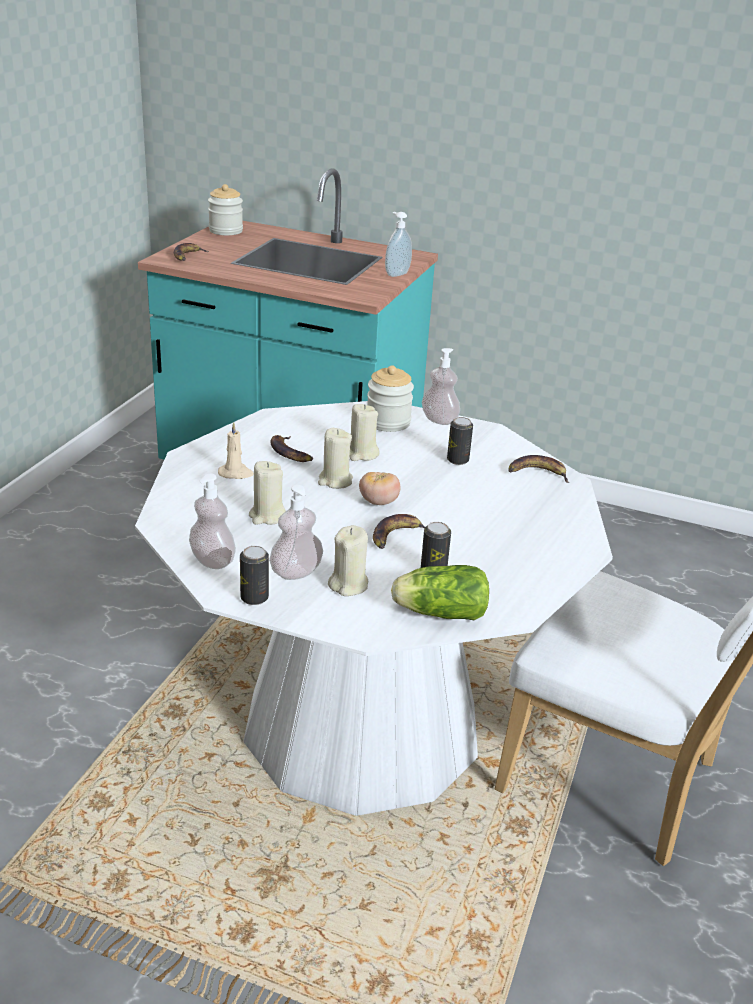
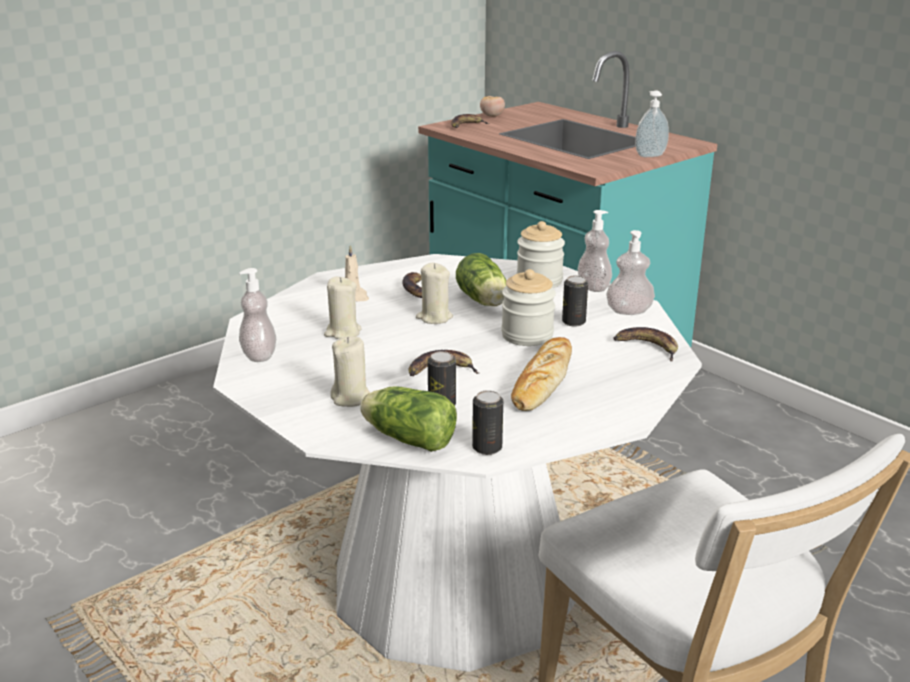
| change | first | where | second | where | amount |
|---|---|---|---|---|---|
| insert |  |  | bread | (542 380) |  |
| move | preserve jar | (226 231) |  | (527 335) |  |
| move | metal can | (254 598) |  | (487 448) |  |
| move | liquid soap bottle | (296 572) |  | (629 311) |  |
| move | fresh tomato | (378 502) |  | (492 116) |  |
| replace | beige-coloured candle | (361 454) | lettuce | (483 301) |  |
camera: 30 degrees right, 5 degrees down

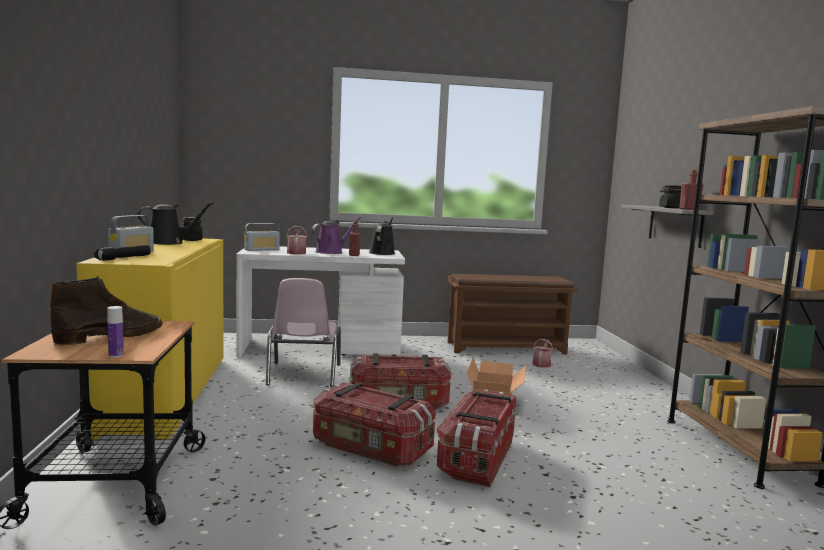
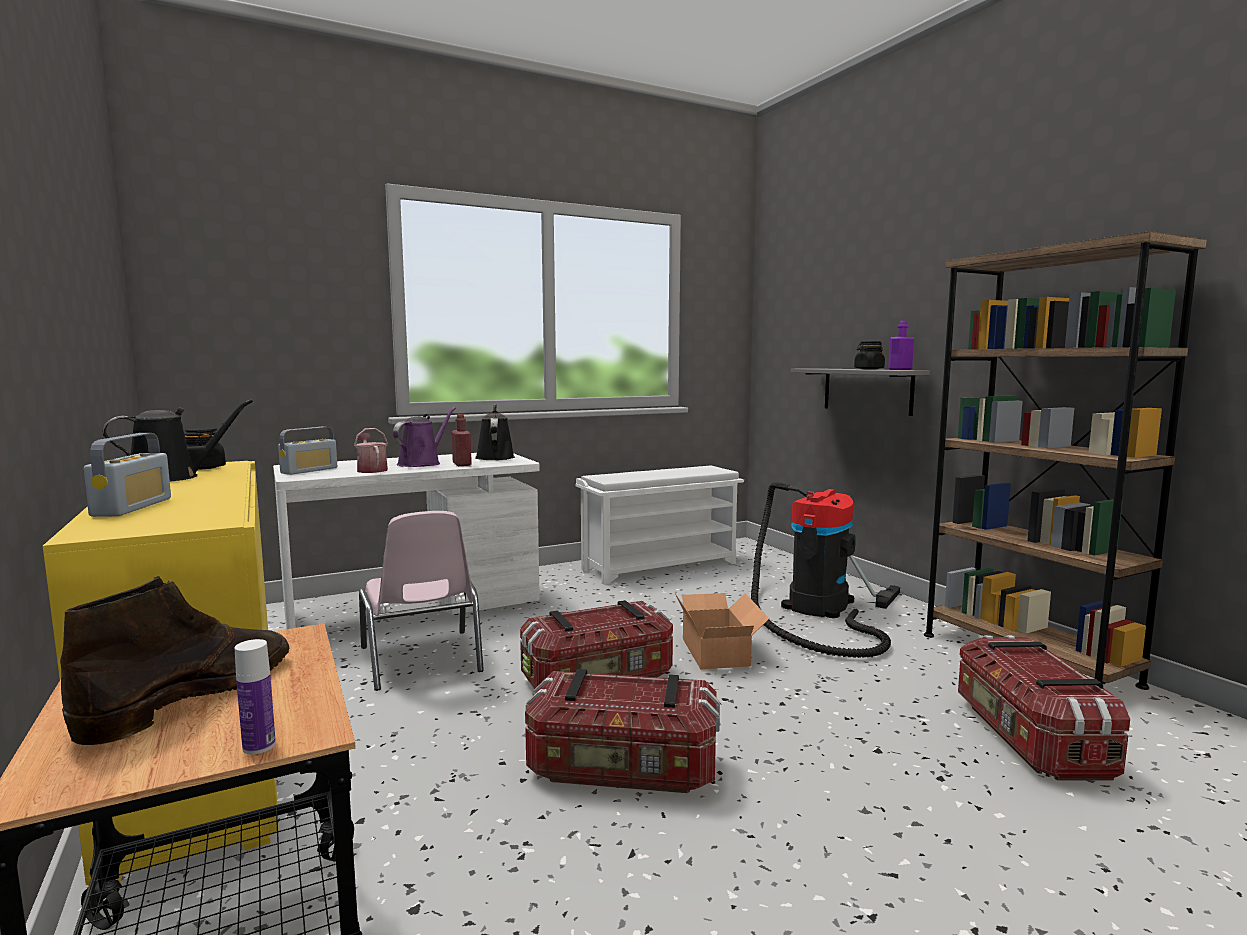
| change | first | where | second | where | amount |
|---|---|---|---|---|---|
| delete | black flashlight | (124 258) |  |  |  |
| delete | sprinkling can | (541 364) |  |  |  |
| insert |  |  | vacuum | (817 608) |  |
| move | storage box | (477 458) |  | (1028 737) |  |
| recolor | brown-coloured shoe shelf | (507 348) | white shoe shelf | (660 566) |  |
| recolor | red-coloured drink bottle | (689 209) | purple drink bottle | (900 369) |  |
camera: 20 degrees left, 0 degrees up

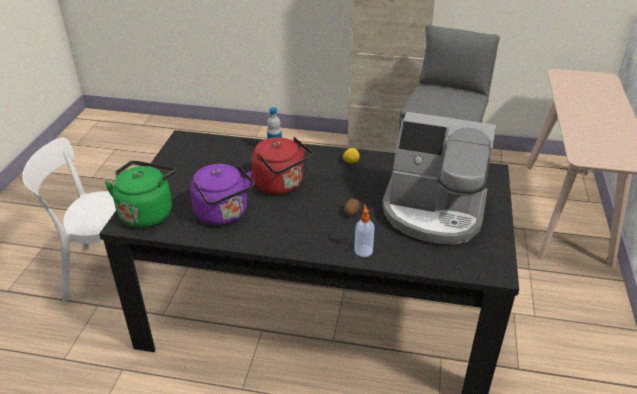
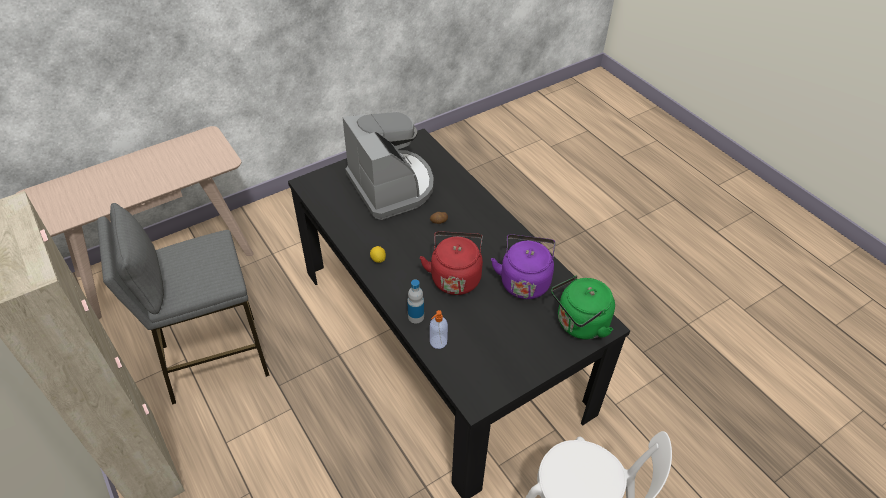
| change | first | where | second | where | amount |
|---|---|---|---|---|---|
| move | liquid soap bottle | (363 250) |  | (438 342) |  |
camera: 135 degrees left, 10 degrees up

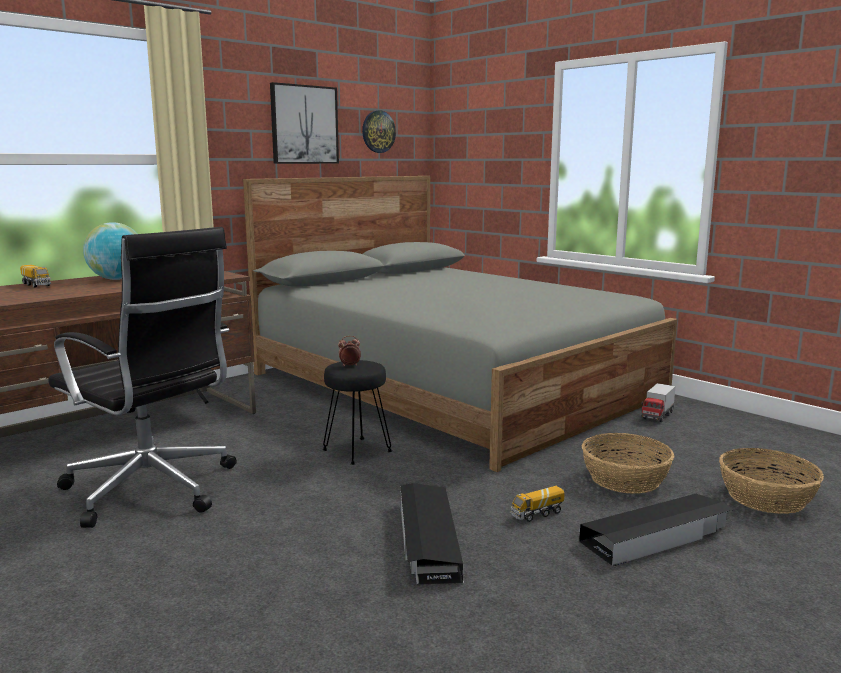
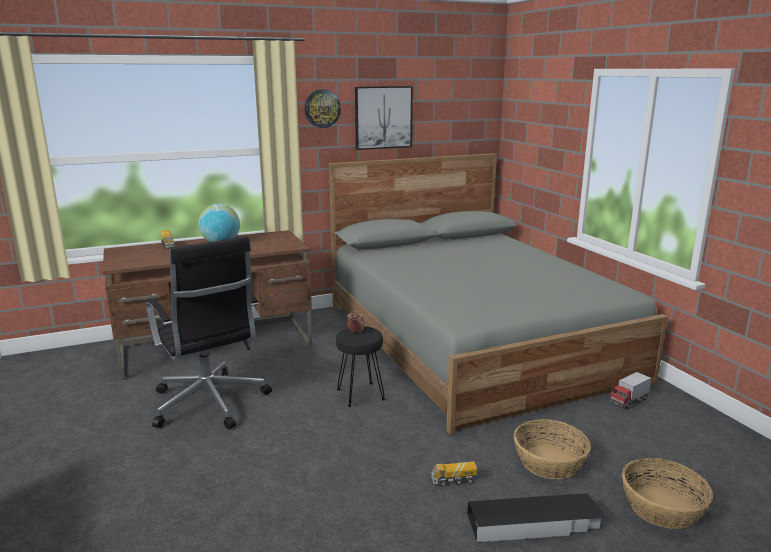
| change | first | where | second | where | amount |
|---|---|---|---|---|---|
| delete | black storage box | (428 540) |  |  |  |
| move | wall clock | (378 131) |  | (322 108) |  |
camera: 20 degrees right, 5 degrees up

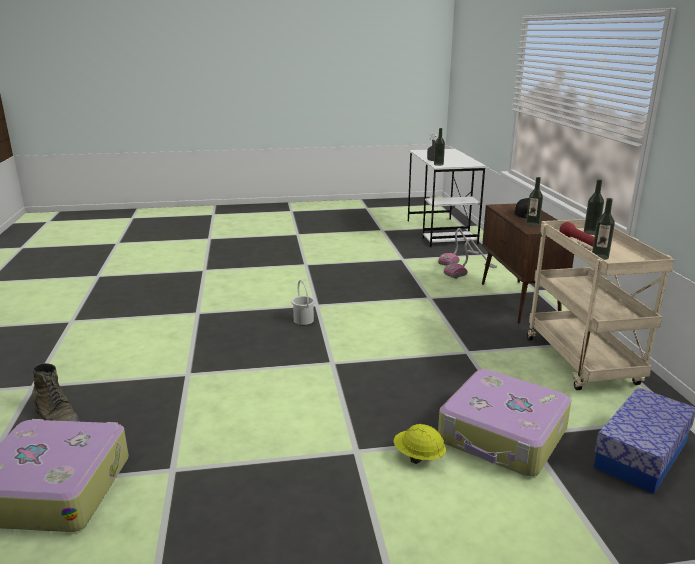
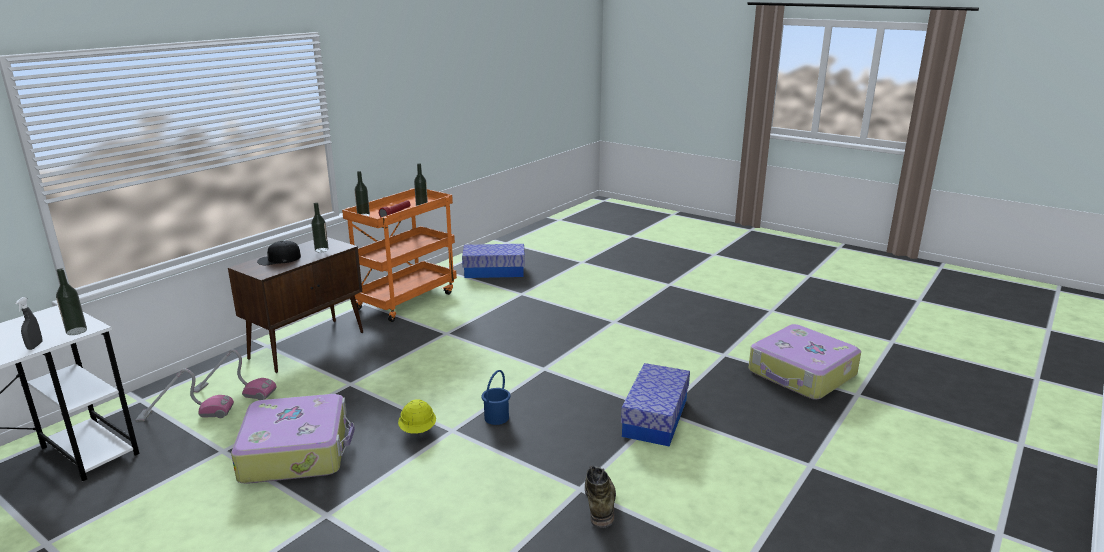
| change | first | where | second | where | amount |
|---|---|---|---|---|---|
| insert |  |  | storage box | (655 418) |  |
| move | green high-top boot | (56 417) |  | (599 501) |  |
| move | yellow-coloured hard hat | (418 456) |  | (418 430) |  |
| move | travel case | (503 436) |  | (296 451) |  |
| recolor | white pail | (303 320) | blue pail | (497 418) |  |
| recolor | beige-coloured cart | (583 362) | orange cart | (406 300) |  |
camera: 135 degrees left, 0 degrees up

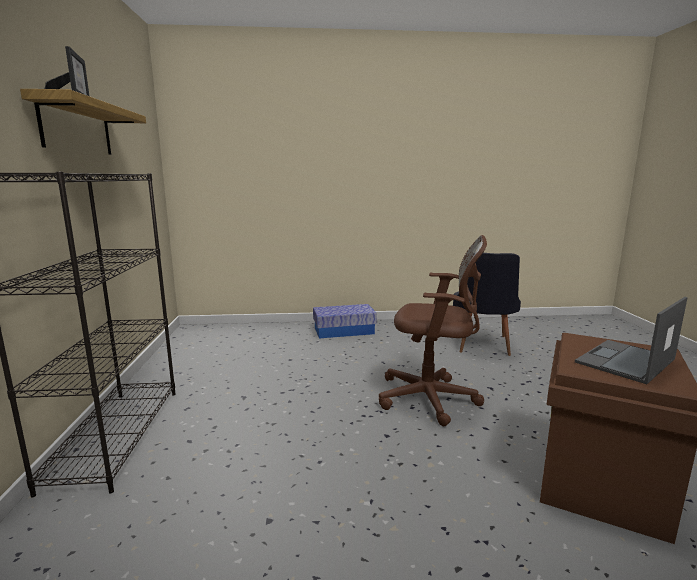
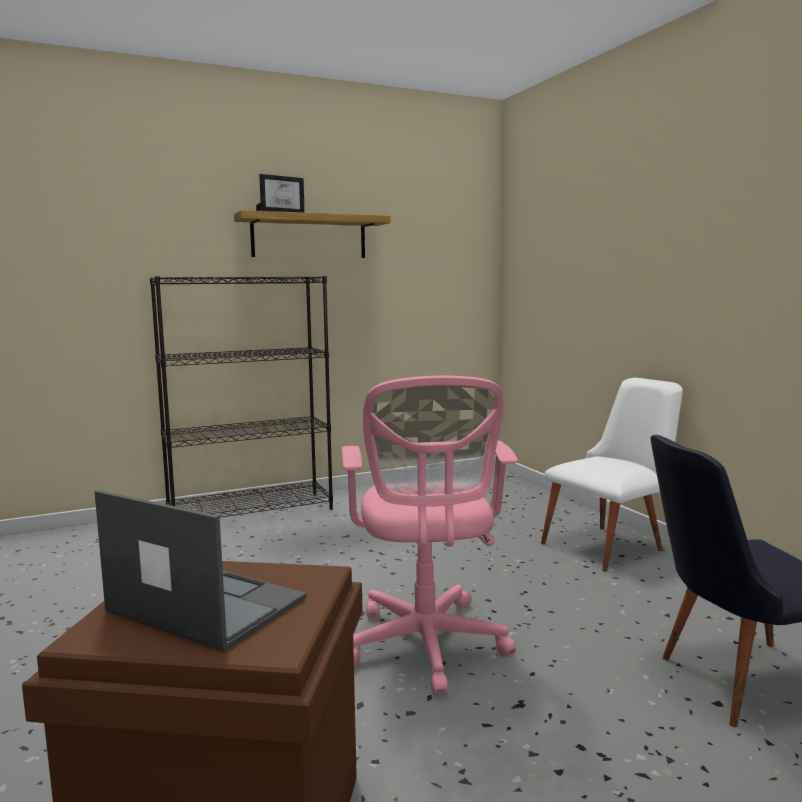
| change | first | where | second | where | amount |
|---|---|---|---|---|---|
| replace | storage box | (344 331) | white chair | (611 545) |  |
| recolor | brown-coloured desk chair | (432 399) | pinkish desk chair | (426 647) |  |
camera: 70 degrees right, 5 degrees down

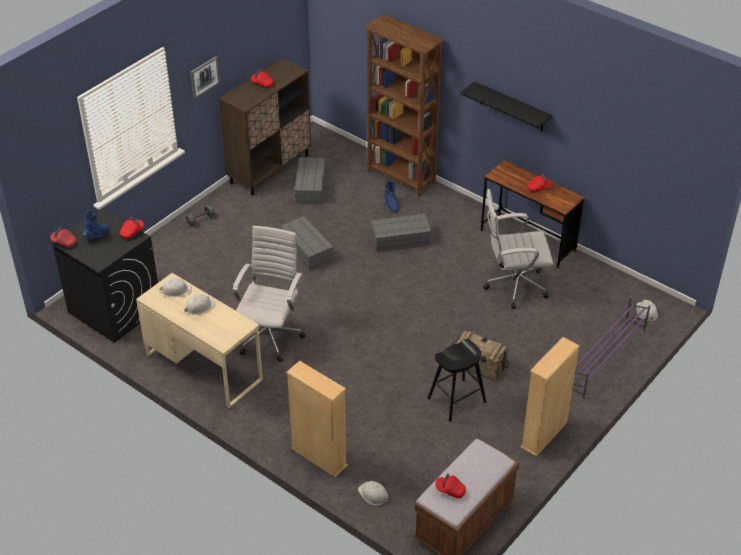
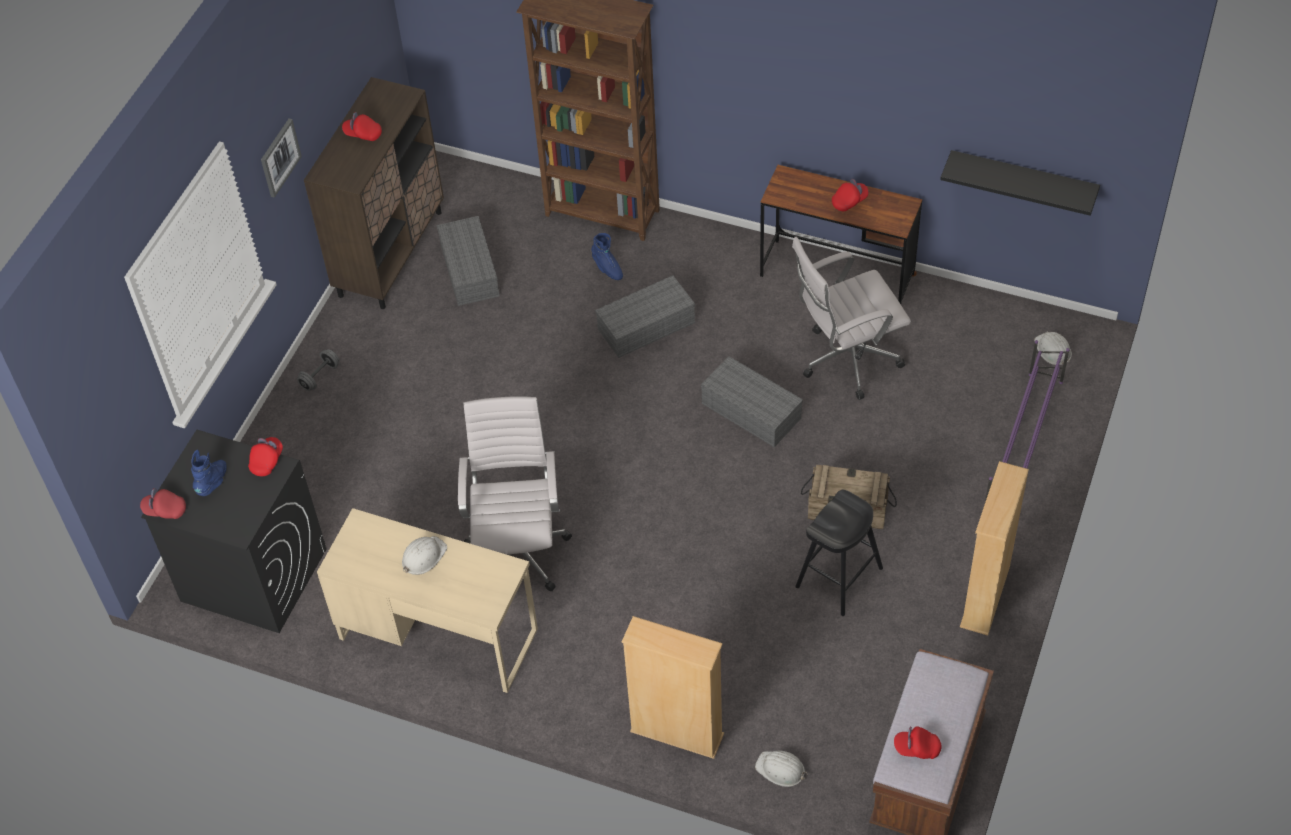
| change | first | where | second | where | amount |
|---|---|---|---|---|---|
| delete | white hard hat | (176 290) |  |  |  |
| move | greyish storage box | (306 250) |  | (749 411) |  |
| move | black wall shelf | (511 107) |  | (1023 180) |  |
camera: 15 degrees left, 10 degrees up

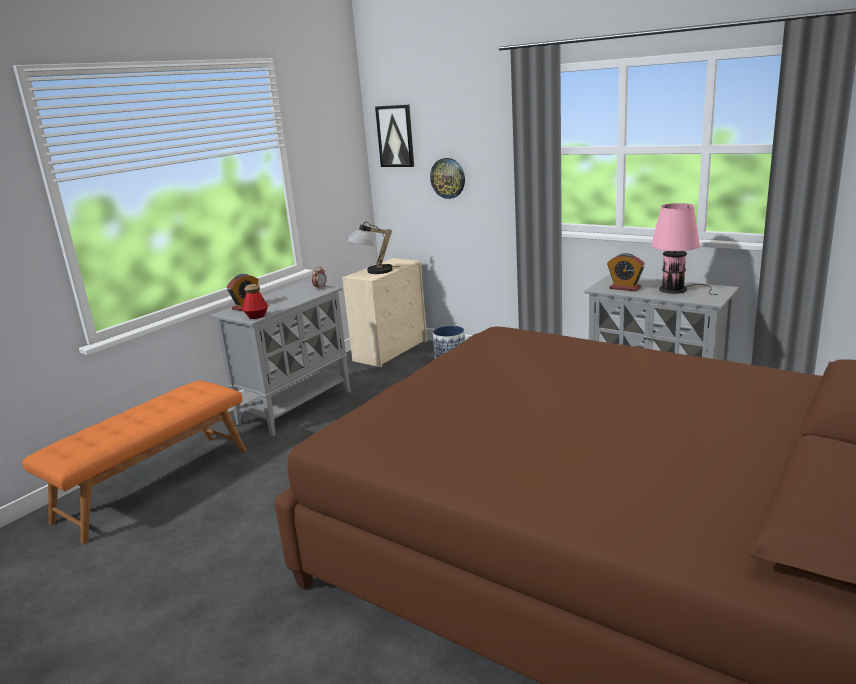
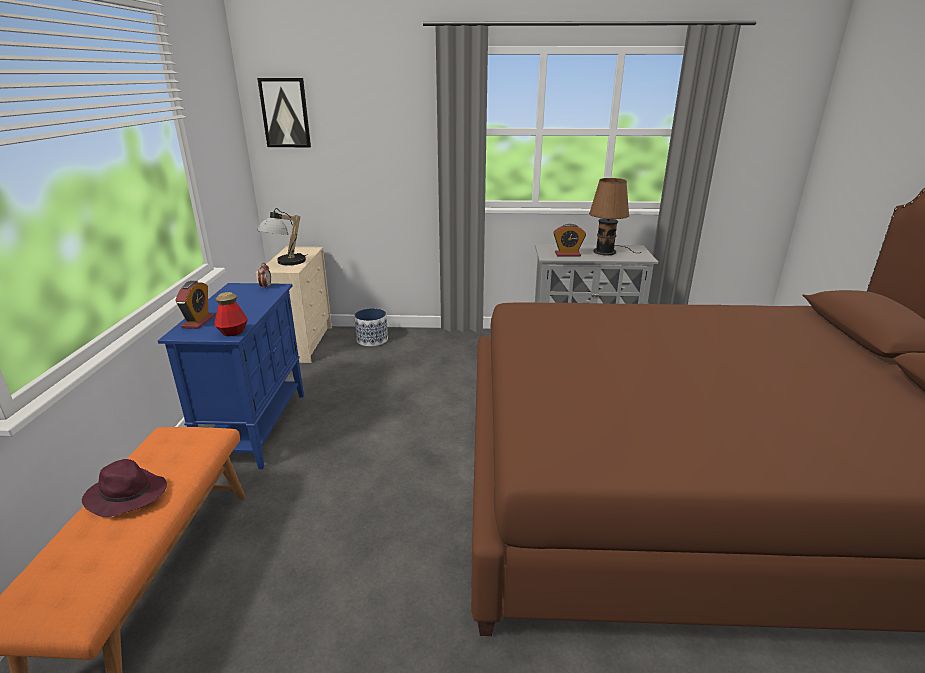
| change | first | where | second | where | amount |
|---|---|---|---|---|---|
| delete | wall clock | (448 178) |  |  |  |
| insert |  |  | purple hat | (126 495) |  |
| recolor | greyish cupboard | (296 407) | blue cupboard | (256 427) |  |
| recolor | pinkish tabletop lamp | (676 289) | brown-coloured tabletop lamp | (607 251) |  |
camera: 35 degrees left, 5 degrees up

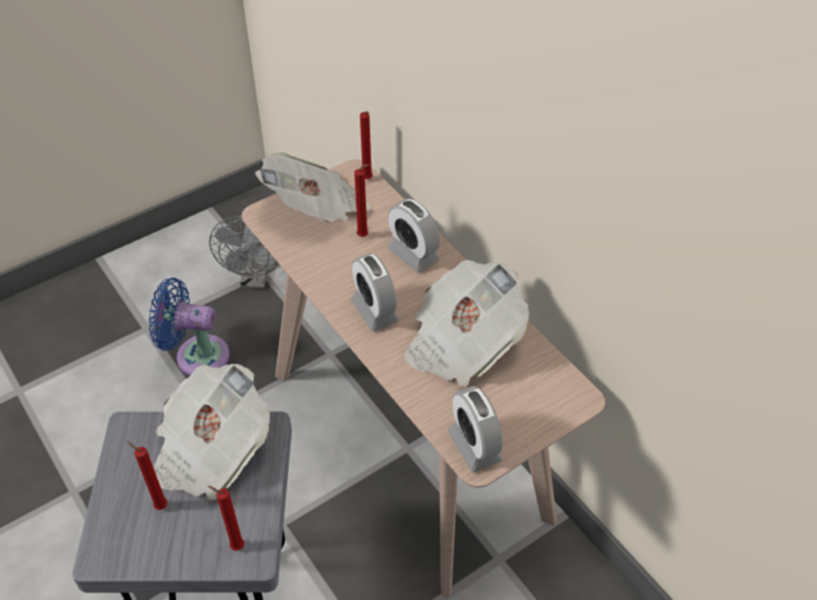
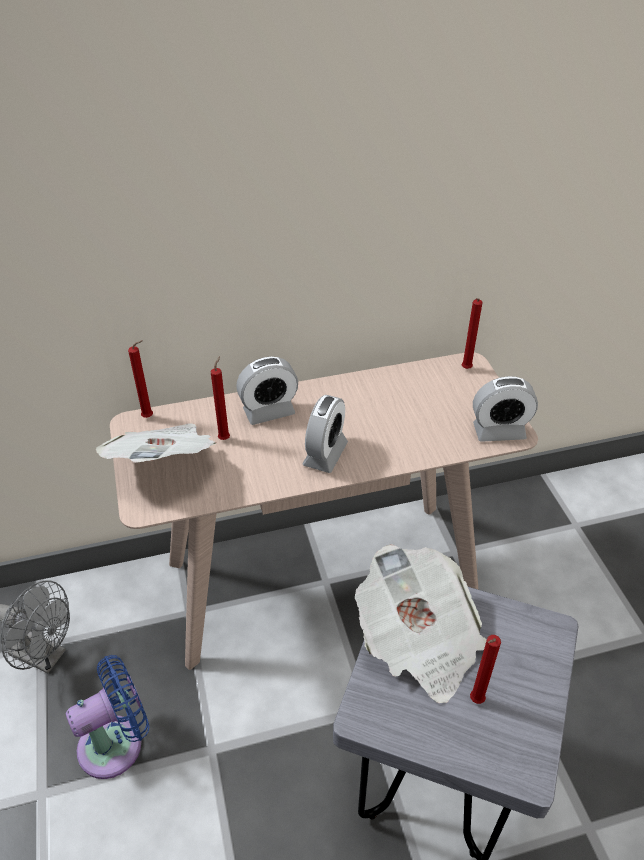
| change | first | where | second | where | amount |
|---|---|---|---|---|---|
| delete | newspaper | (461 343) |  |  |  |
| move | red-coloured candle | (235 546) |  | (465 369) |  |
| rotate | blue fan | (197 355) |  | (117 743) | 150 degrees counterclockwise |
| rotate | bedside clock | (375 311) |  | (325 454) | 60 degrees counterclockwise |
camera: 70 degrees left, 5 degrees down

